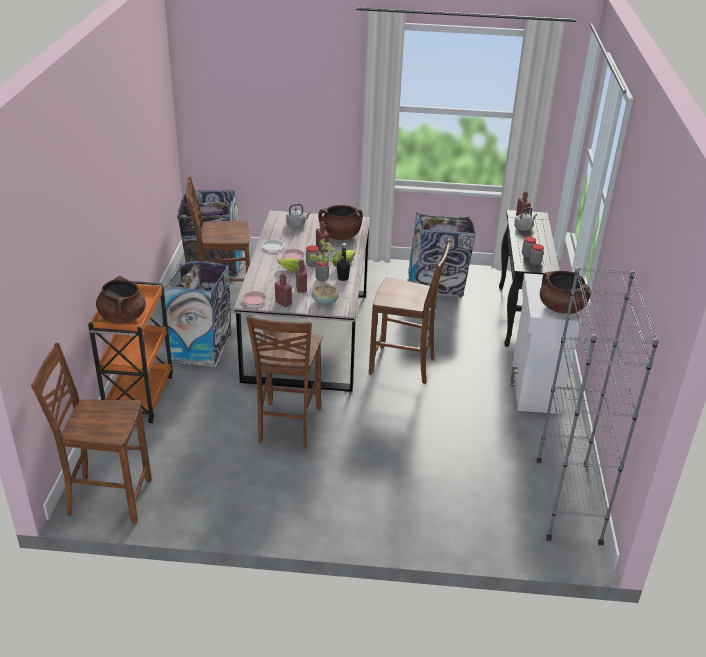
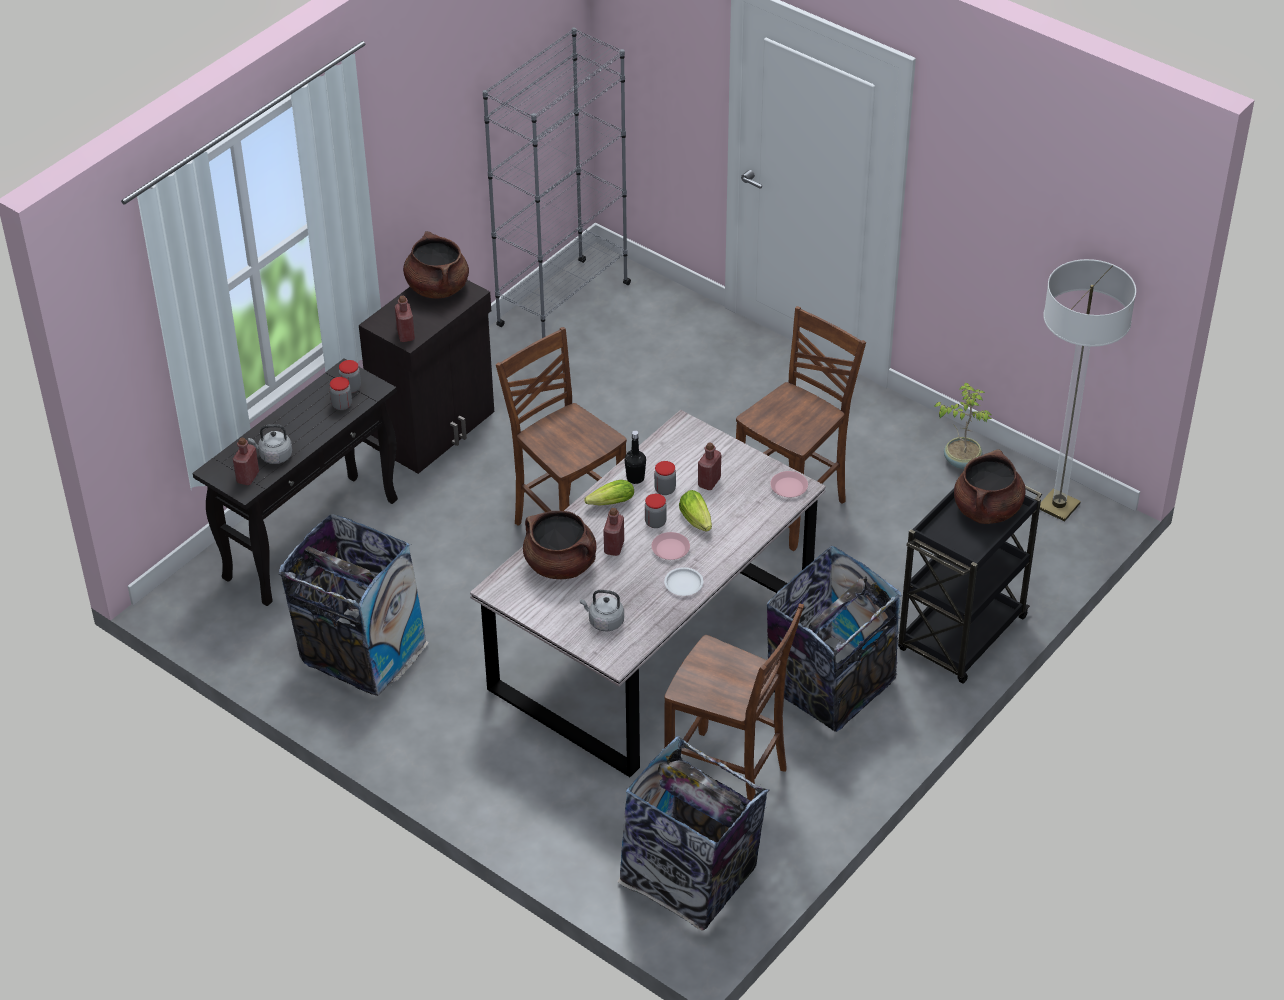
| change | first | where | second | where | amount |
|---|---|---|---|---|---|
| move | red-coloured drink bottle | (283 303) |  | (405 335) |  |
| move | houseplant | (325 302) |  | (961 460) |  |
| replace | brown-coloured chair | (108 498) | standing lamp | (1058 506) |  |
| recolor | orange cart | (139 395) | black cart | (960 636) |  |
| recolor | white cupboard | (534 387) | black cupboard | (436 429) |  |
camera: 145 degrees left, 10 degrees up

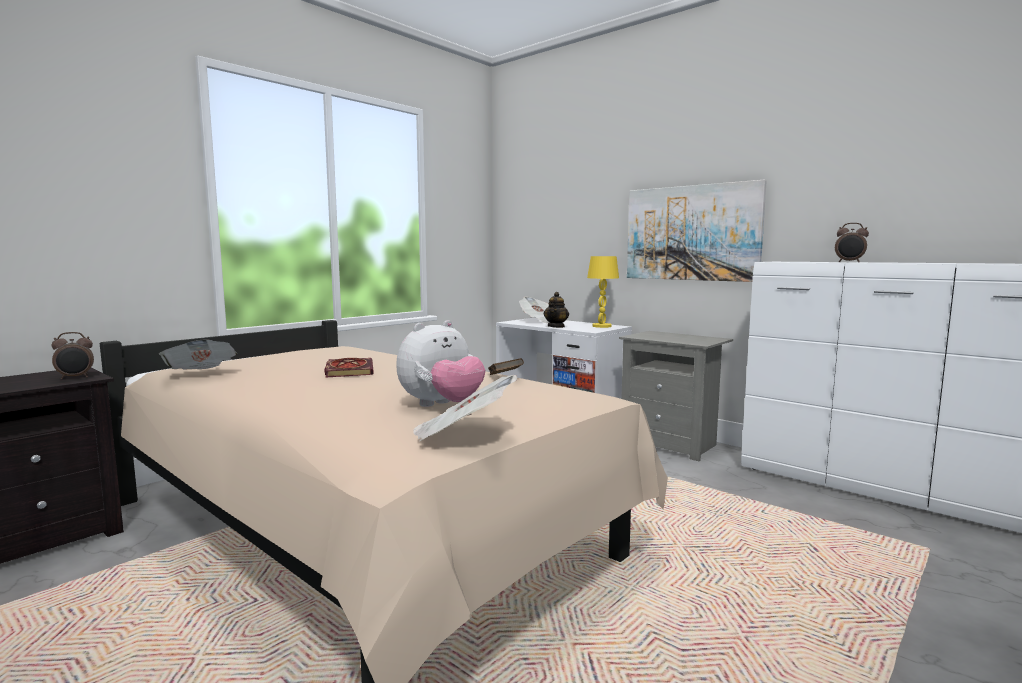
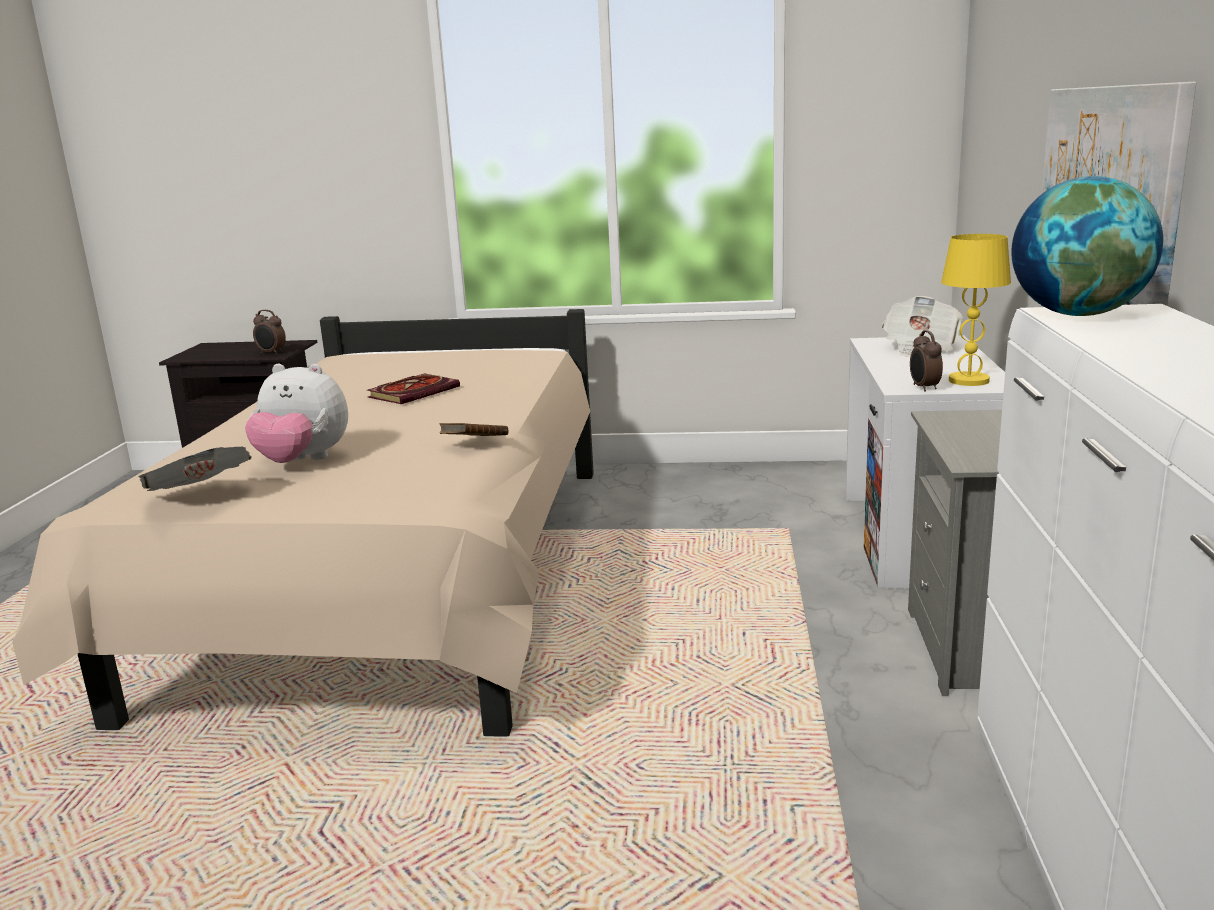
| change | first | where | second | where | amount |
|---|---|---|---|---|---|
| delete | newspaper | (201 375) |  |  |  |
| delete | teapot | (556 326) |  |  |  |
| insert |  |  | world globe | (1078 314) |  |
| move | bedside clock | (849 262) |  | (924 388) |  |
camera: 55 degrees right, 10 degrees up

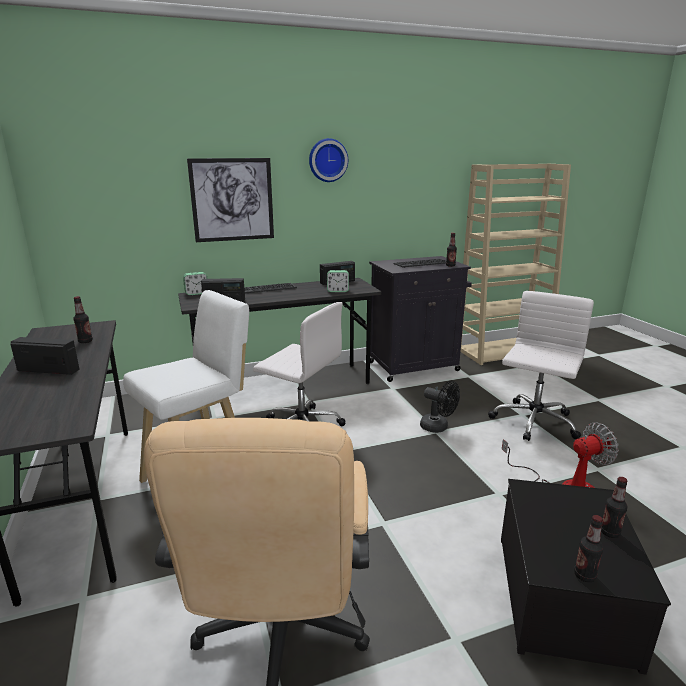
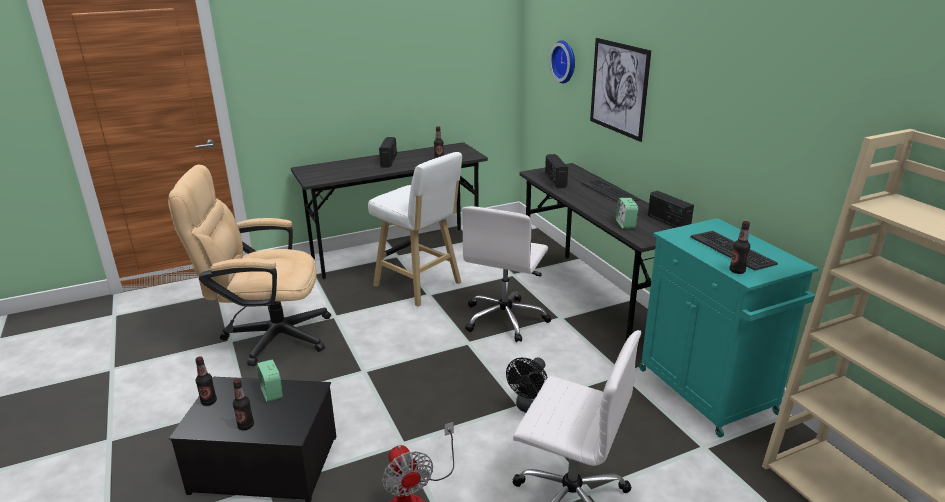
| change | first | where | second | where | amount |
|---|---|---|---|---|---|
| move | bedside clock | (196 293) |  | (272 393) |  |
| move | wall clock | (327 160) |  | (565 61) |  |
| recolor | black cupboard | (415 366) | turquoise-coloured cupboard | (708 393) |  |
camera: 85 degrees right, 5 degrees up

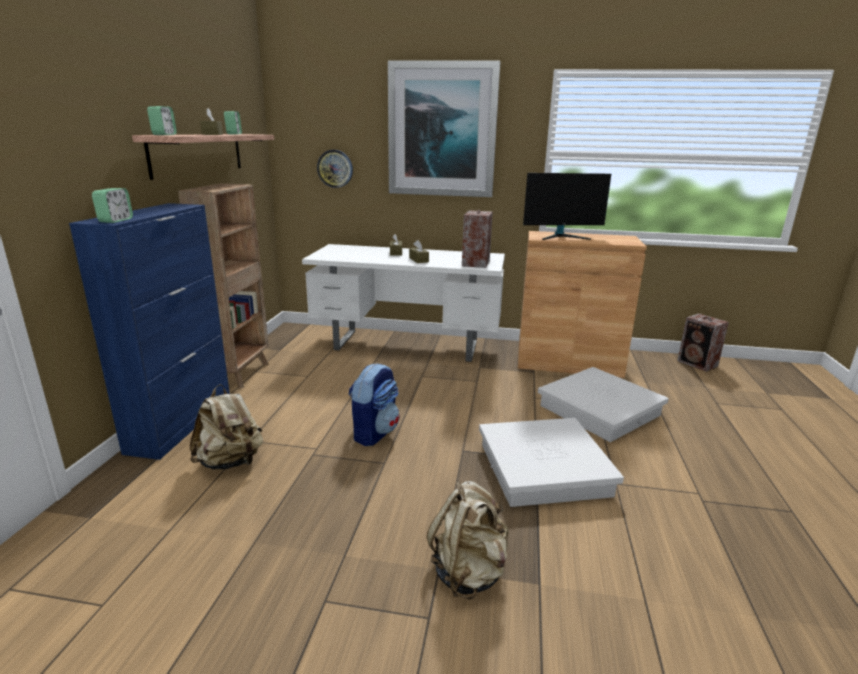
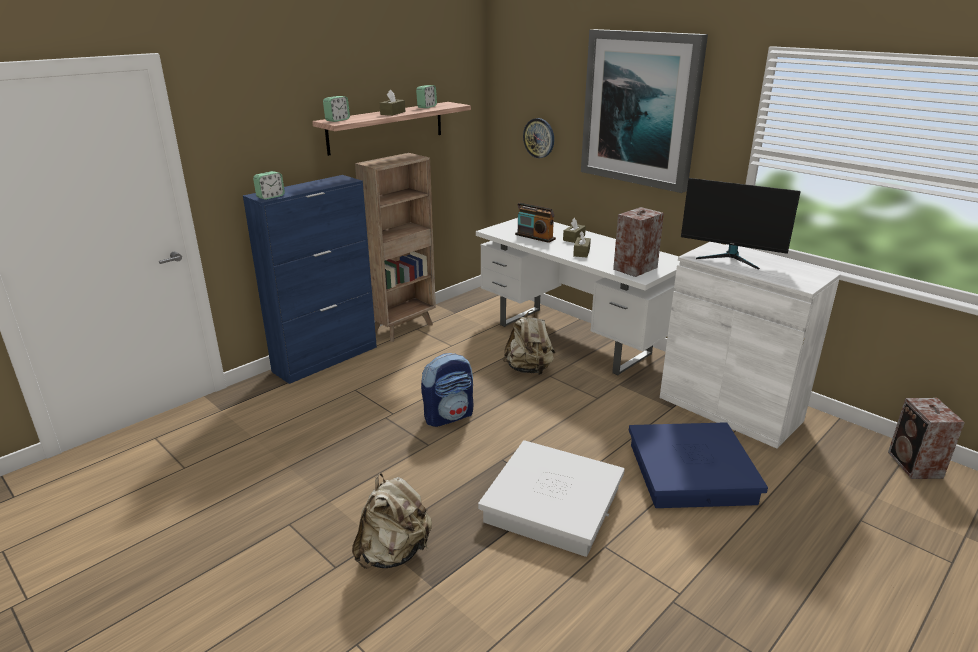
| change | first | where | second | where | amount |
|---|---|---|---|---|---|
| insert |  |  | radio | (535 237) |  |
| move | beige-coloured knapsack | (230 462) |  | (529 369) |  |
| recolor | brown-coloured cupboard | (568 362) | white cupboard | (729 409) |  |
| recolor | white storage box | (599 410) | blue storage box | (690 473) |  |
camera: 35 degrees right, 5 degrees up

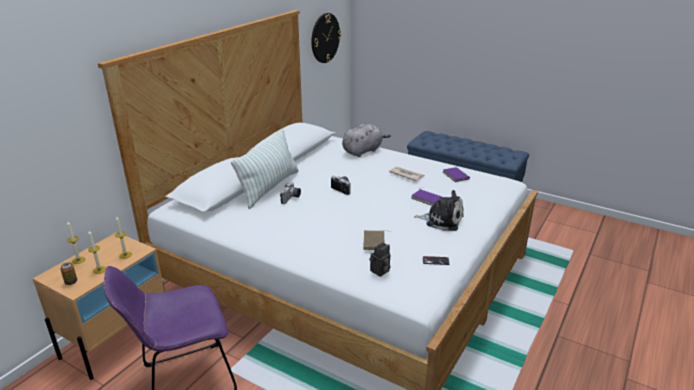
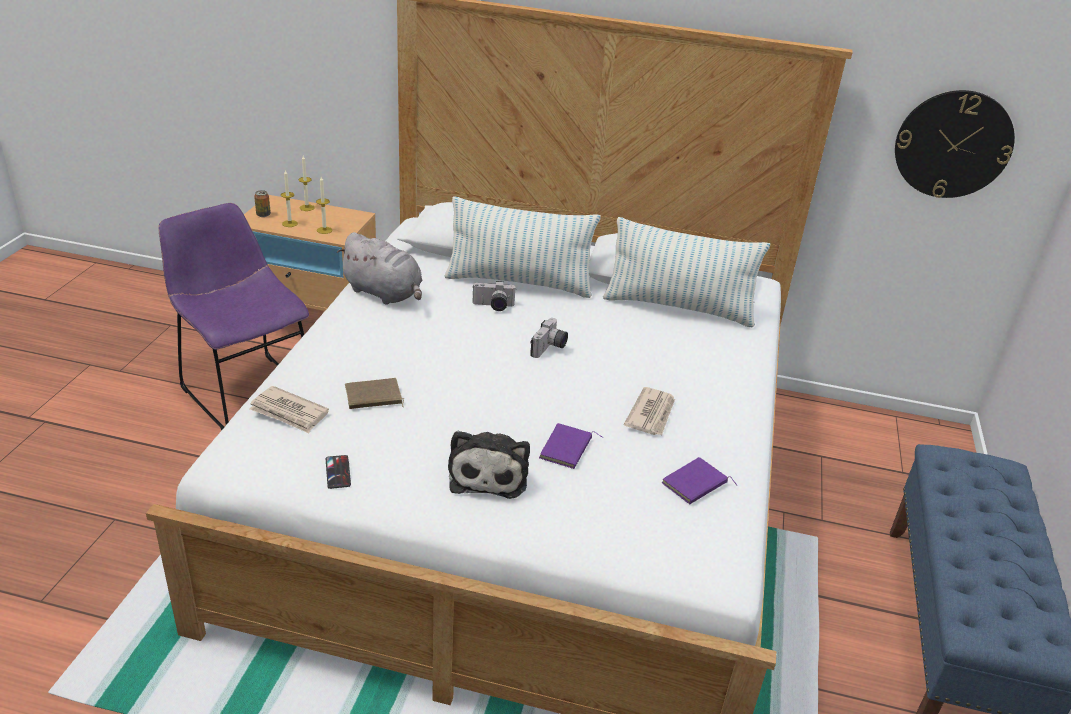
| change | first | where | second | where | amount |
|---|---|---|---|---|---|
| insert |  |  | pillow | (678 307) |  |
| move | greyish plush toy | (363 151) |  | (384 293) |  |
| replace | still camera | (380 271) | newspaper | (289 412) |  |
camera: 70 degrees right, 5 degrees up

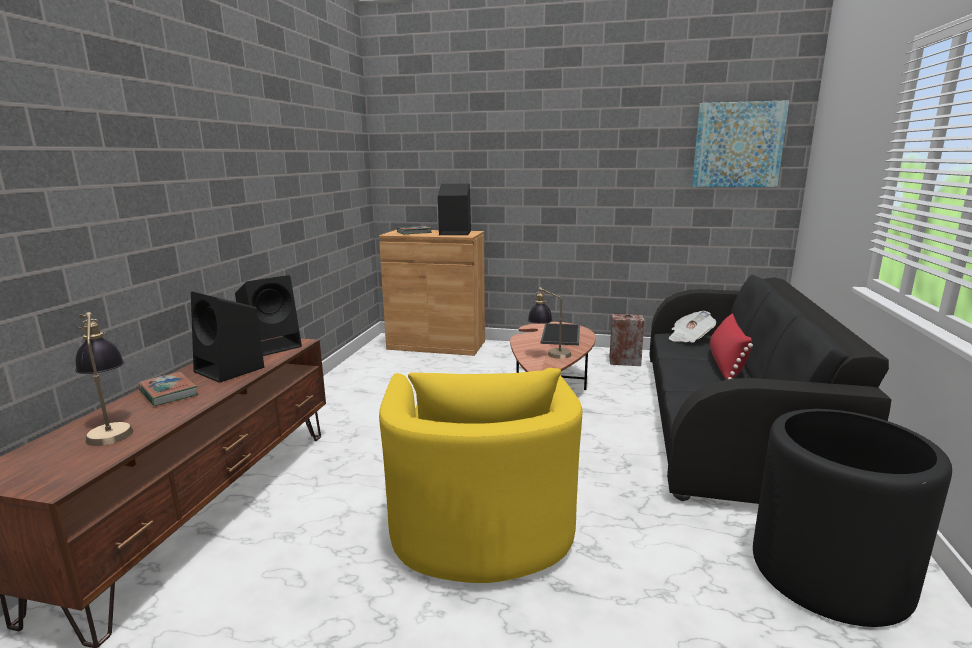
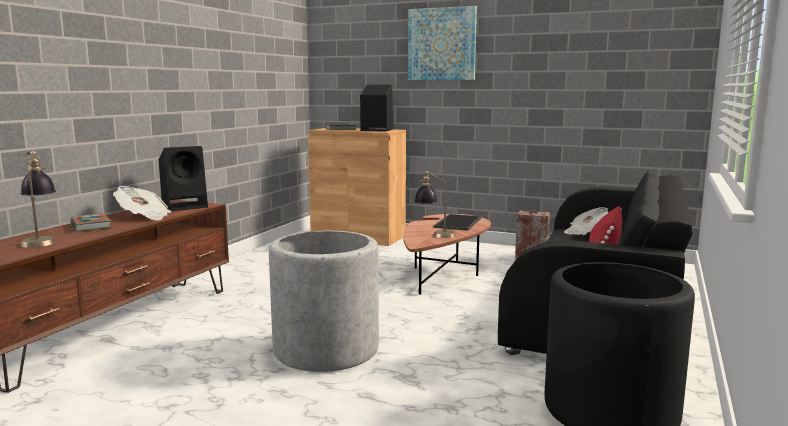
| change | first | where | second | where | amount |
|---|---|---|---|---|---|
| move | wall picture | (738 145) |  | (442 44) |  |
| replace | black speaker | (231 370) | newspaper | (144 217) |  |
| replace | yellow-coloured lounge chair | (480 516) | greyish flower pot | (326 349) |  |
camera: 10 degrees right, 5 degrees down

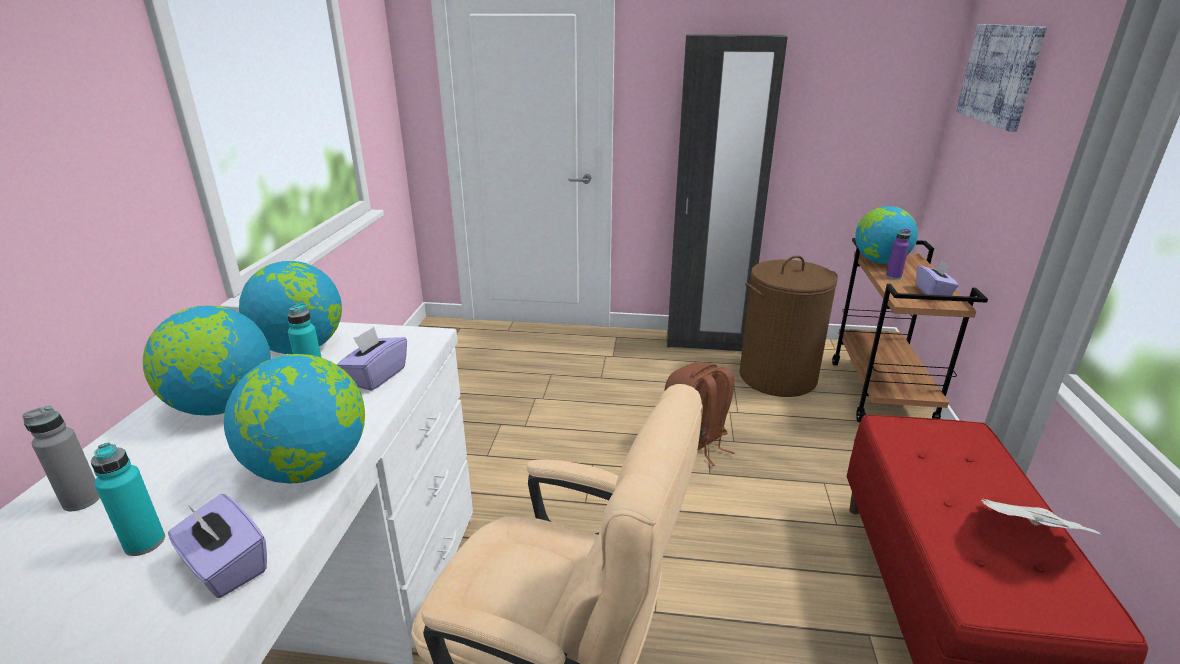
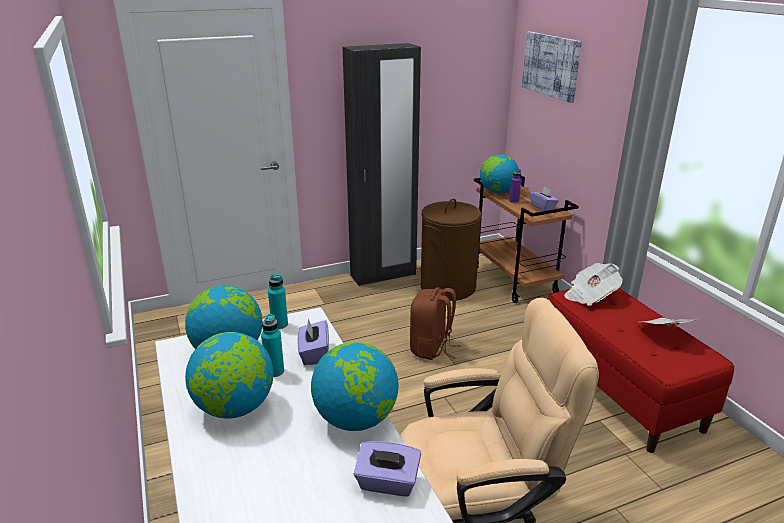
| change | first | where | second | where | amount |
|---|---|---|---|---|---|
| delete | greyish drink bottle | (82 500) |  |  |  |
| insert |  |  | newspaper | (590 296) |  |
| move | turquoise-coloured drink bottle | (145 543) |  | (279 324) |  |
camera: 30 degrees left, 0 degrees up

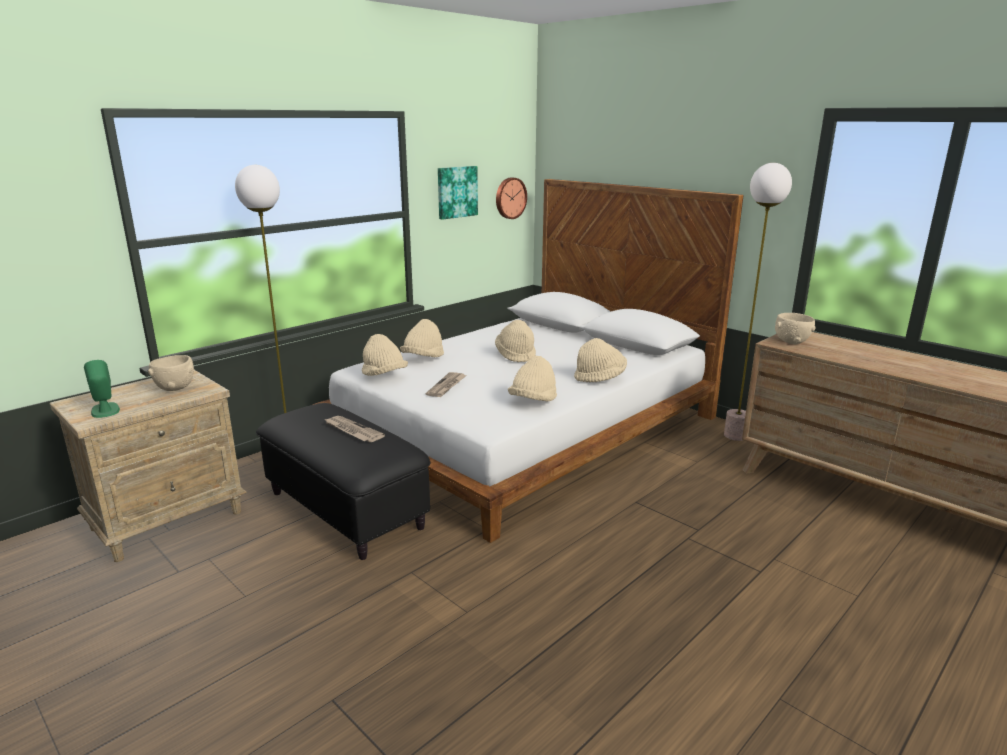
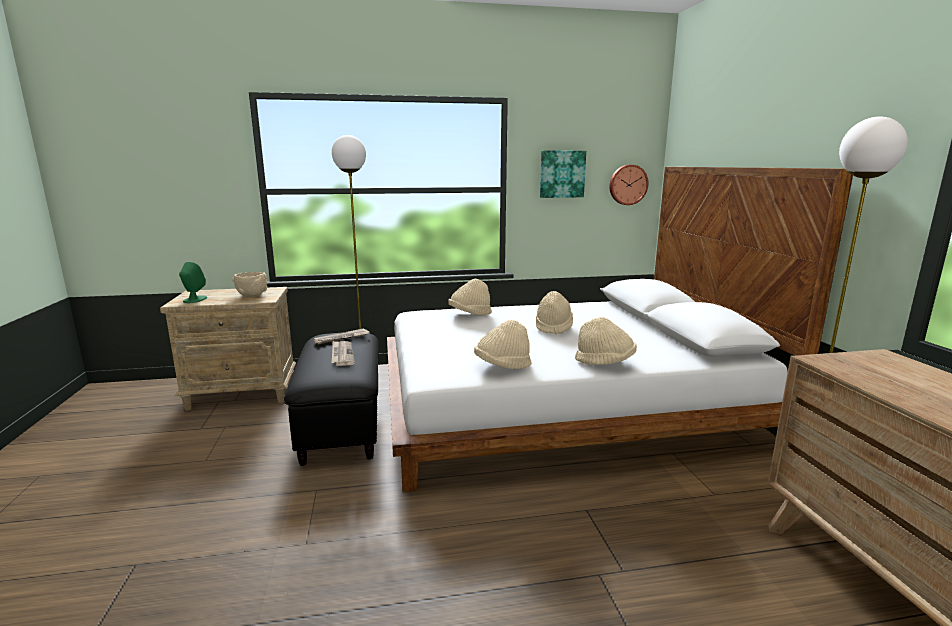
| change | first | where | second | where | amount |
|---|---|---|---|---|---|
| delete | beige-coloured hat | (384 375) |  |  |  |
| delete | beige-coloured deep dish | (791 342) |  |  |  |
| move | newspaper | (447 386) |  | (342 338) |  |
camera: 35 degrees right, 5 degrees down

